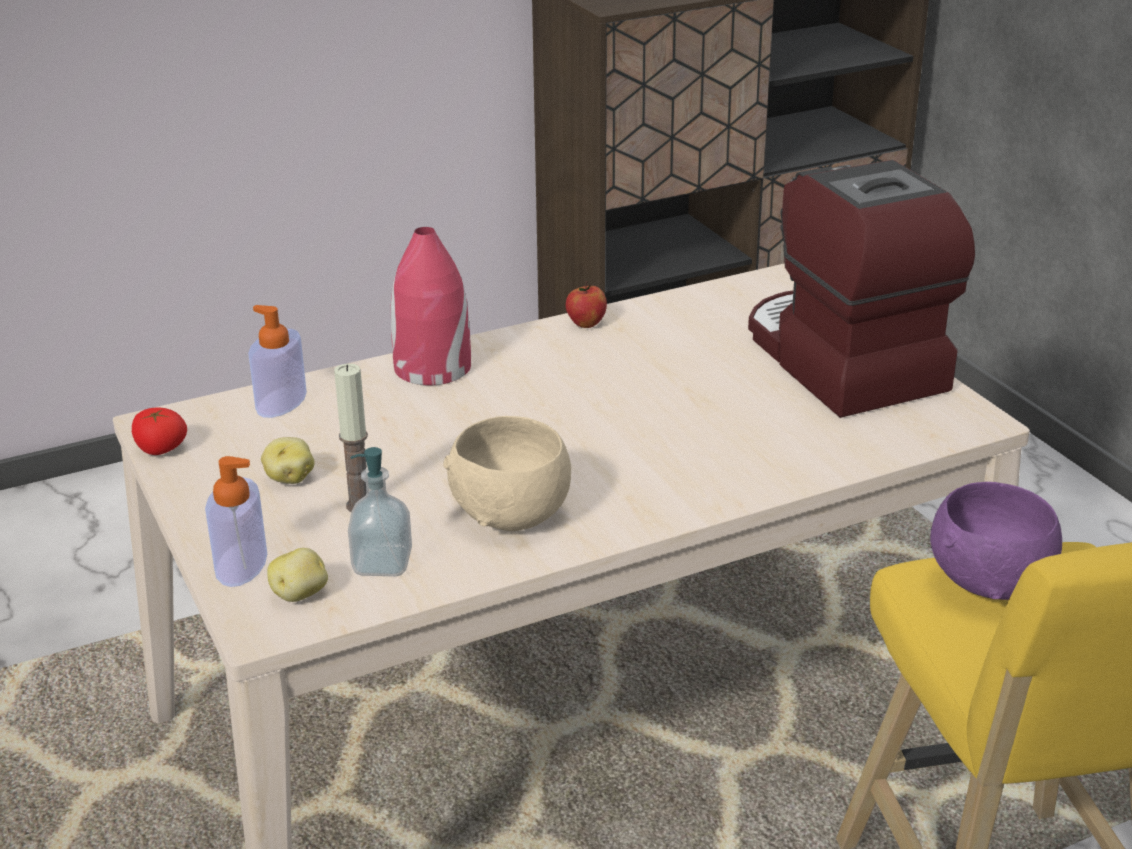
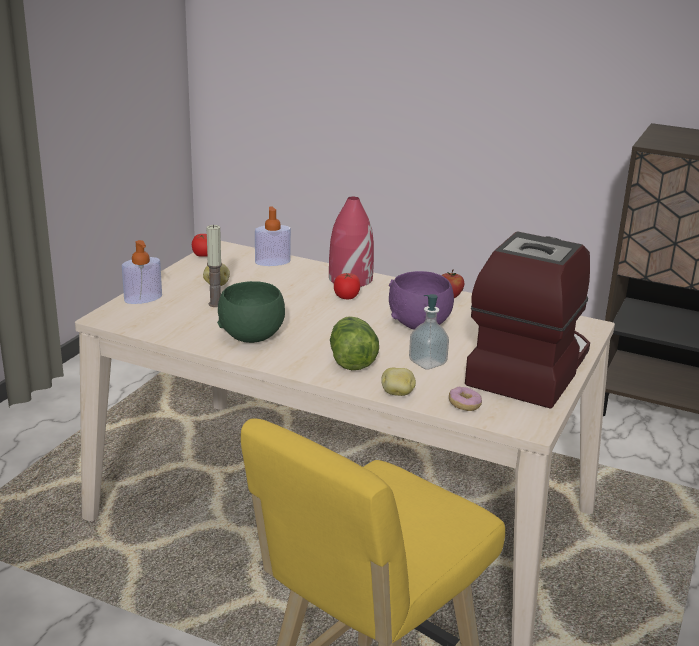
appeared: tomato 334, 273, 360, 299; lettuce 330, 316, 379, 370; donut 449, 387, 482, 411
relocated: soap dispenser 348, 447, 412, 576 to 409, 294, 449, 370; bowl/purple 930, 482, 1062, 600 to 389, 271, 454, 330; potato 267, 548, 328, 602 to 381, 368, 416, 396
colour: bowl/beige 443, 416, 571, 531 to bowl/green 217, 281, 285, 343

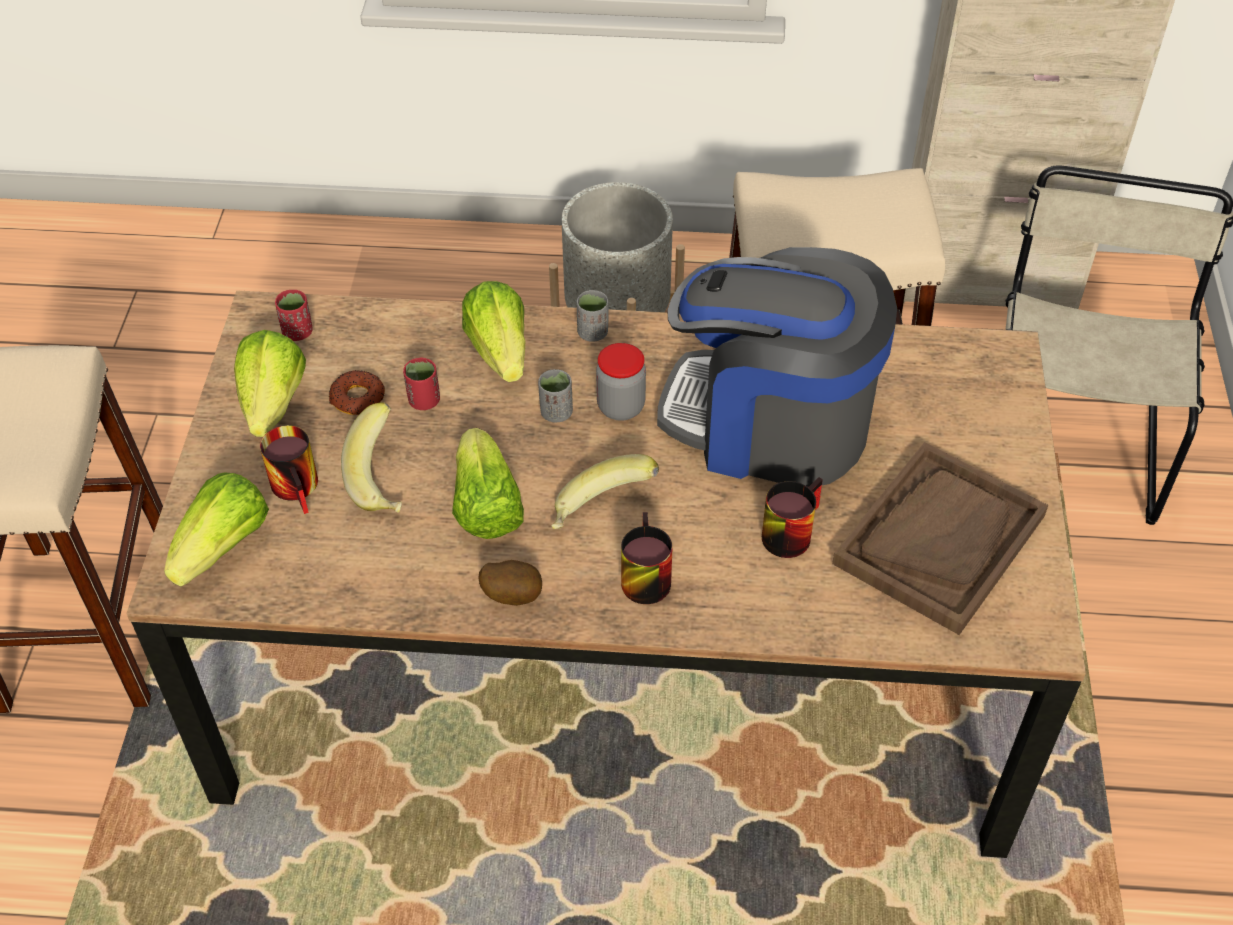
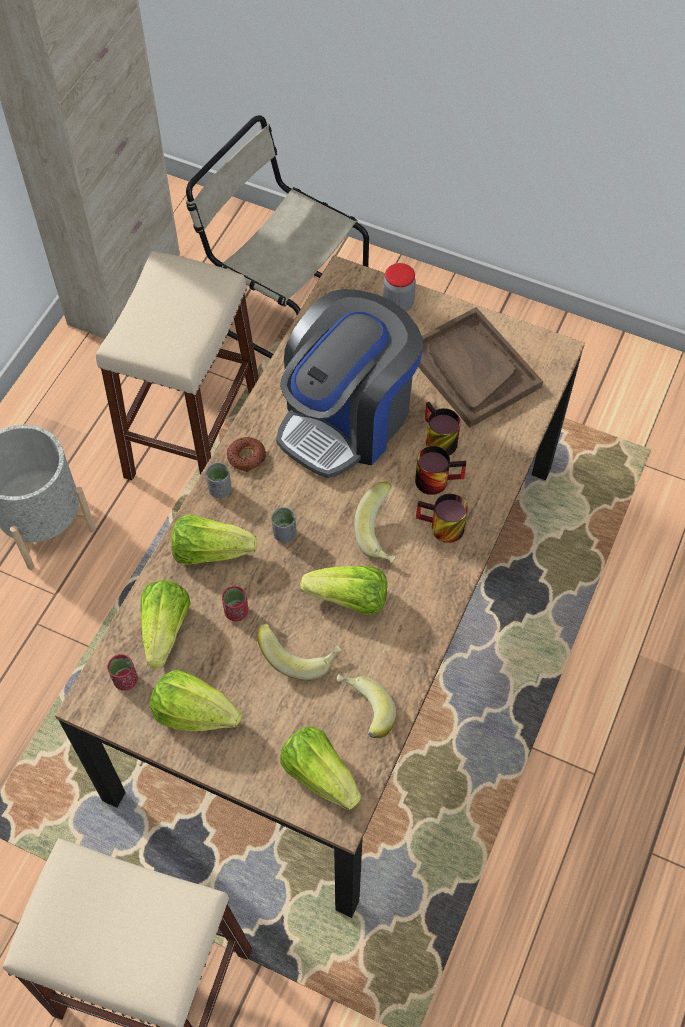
missing: potato 478, 560, 542, 606
appeared: lettuce 141, 580, 191, 668; banana 337, 674, 396, 738
relocated: jar 596, 343, 646, 421 to 383, 263, 416, 311; donut 329, 370, 385, 415 to 227, 437, 266, 472; mug 260, 425, 318, 514 to 415, 446, 466, 495

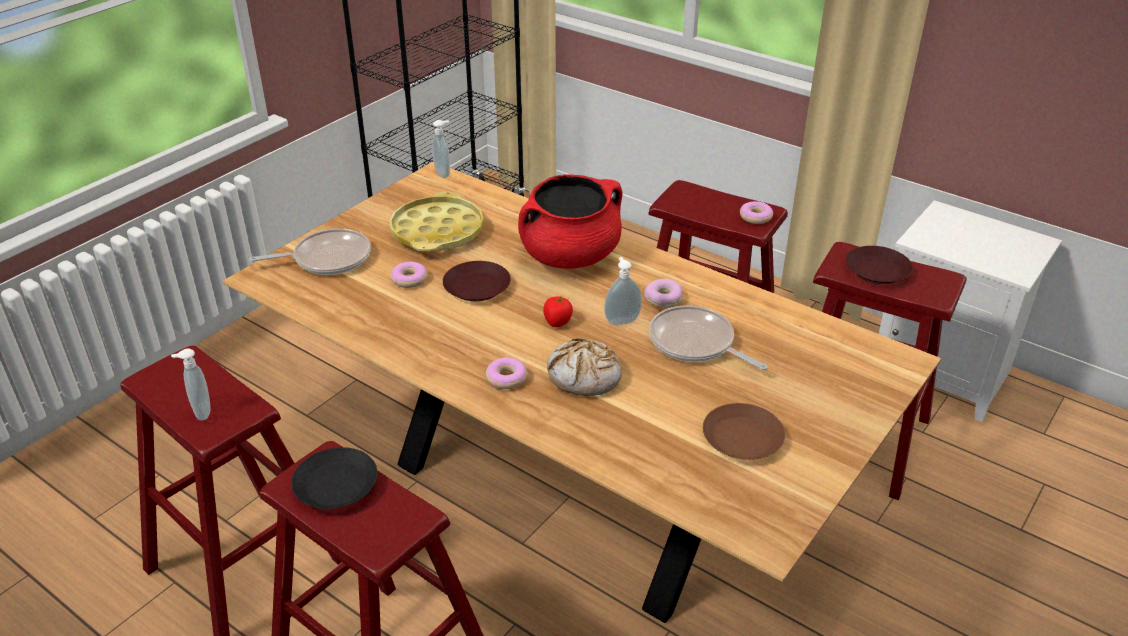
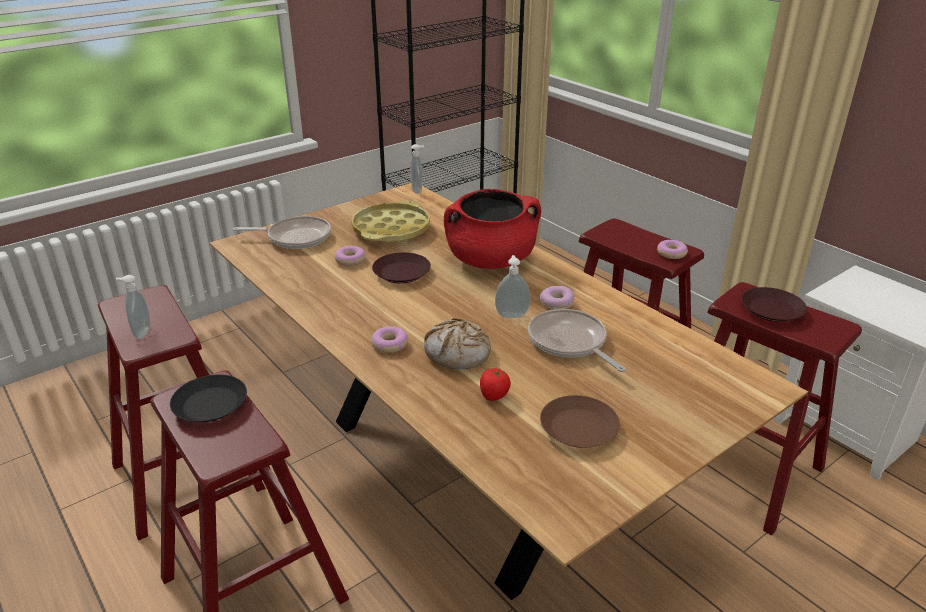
relocated: tomato 543, 295, 573, 327 to 480, 368, 511, 401

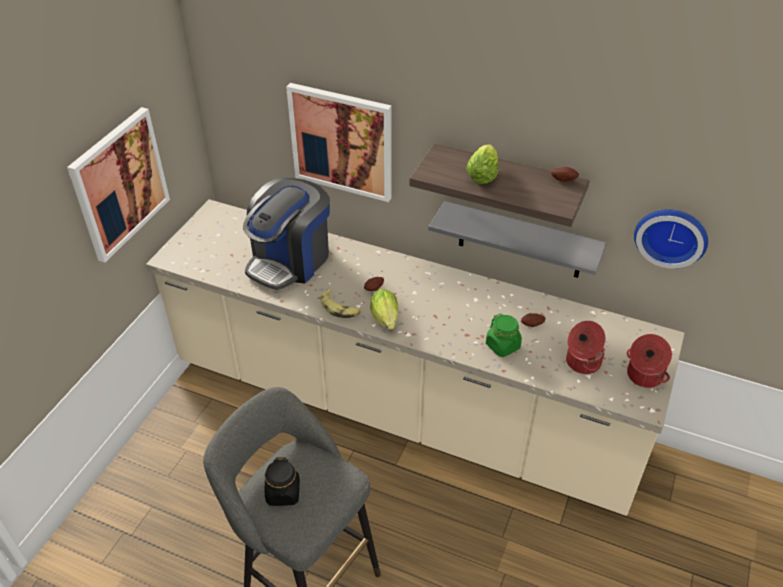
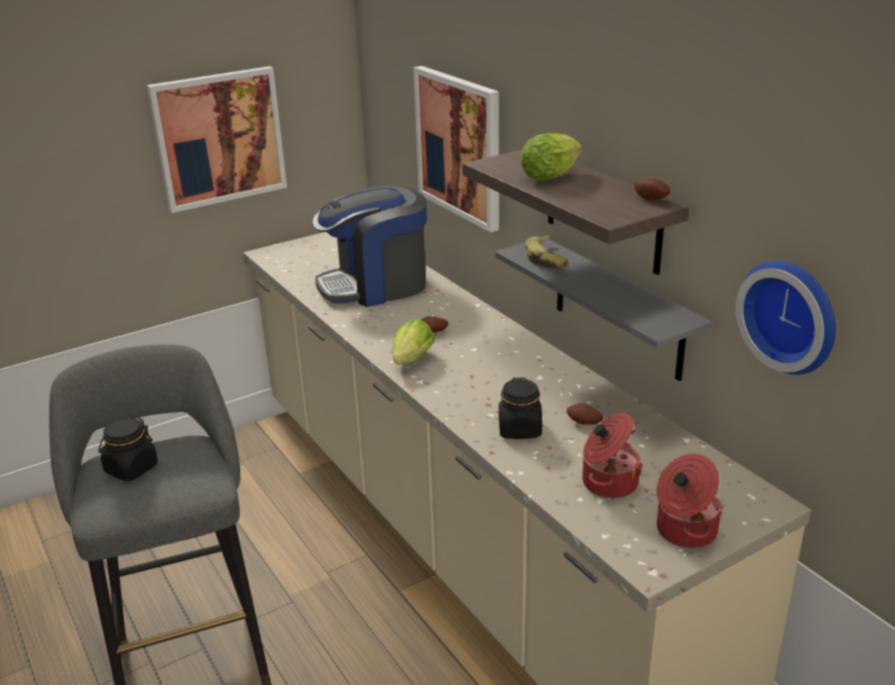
relocated: banana 320, 288, 361, 318 to 525, 235, 569, 268
colour: jar/green 486, 314, 522, 357 to jar/black 499, 378, 542, 439

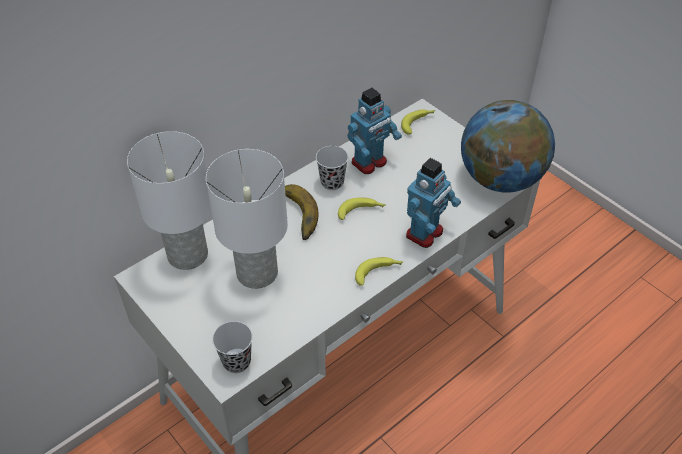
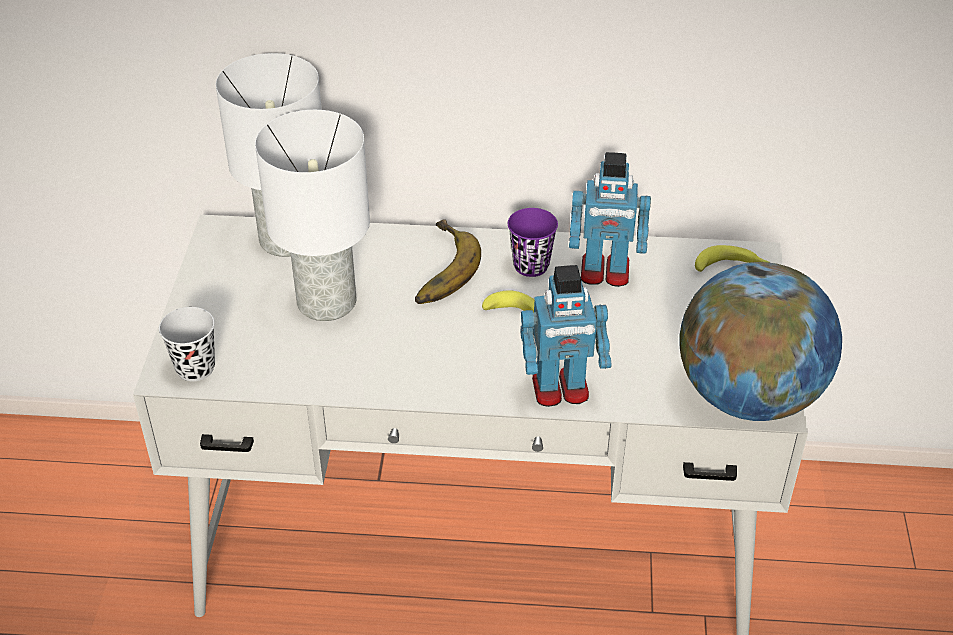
missing: banana 355, 257, 404, 286
colour: cup/black 316, 146, 348, 190 to cup/purple 508, 208, 558, 277

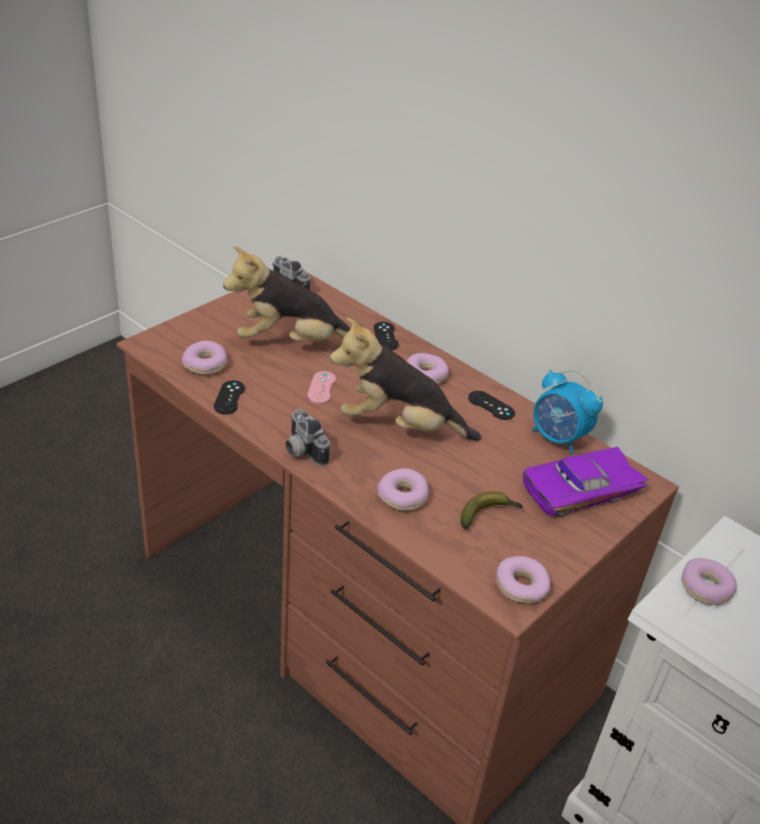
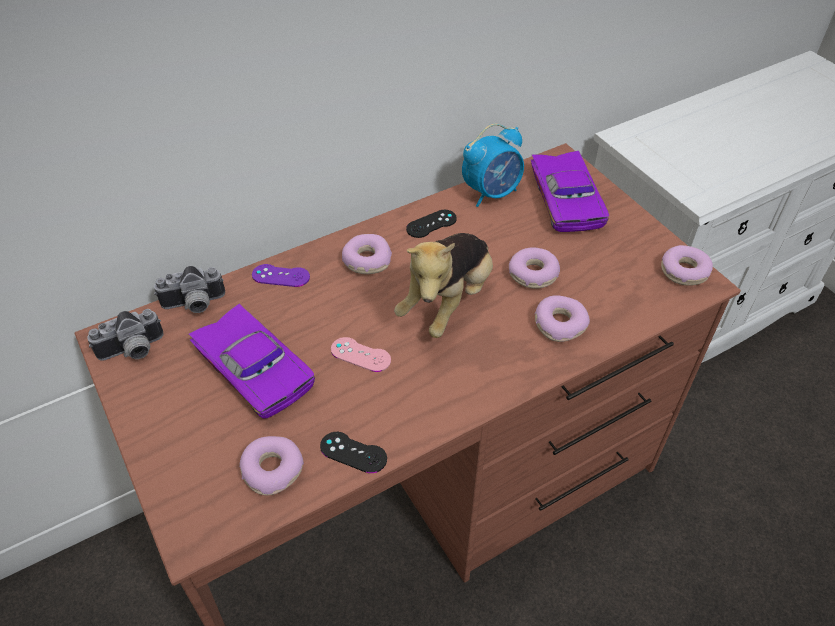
missing: banana 460, 491, 523, 529
relocated: photo camera 285, 409, 330, 466 to 154, 266, 225, 313; donut 681, 558, 737, 605 to 509, 247, 560, 289
exchanged: plush toy 223, 246, 350, 341 to toy car/purple 188, 304, 315, 419
colour: game controller/black 374, 322, 399, 350 to game controller/purple 252, 264, 310, 287

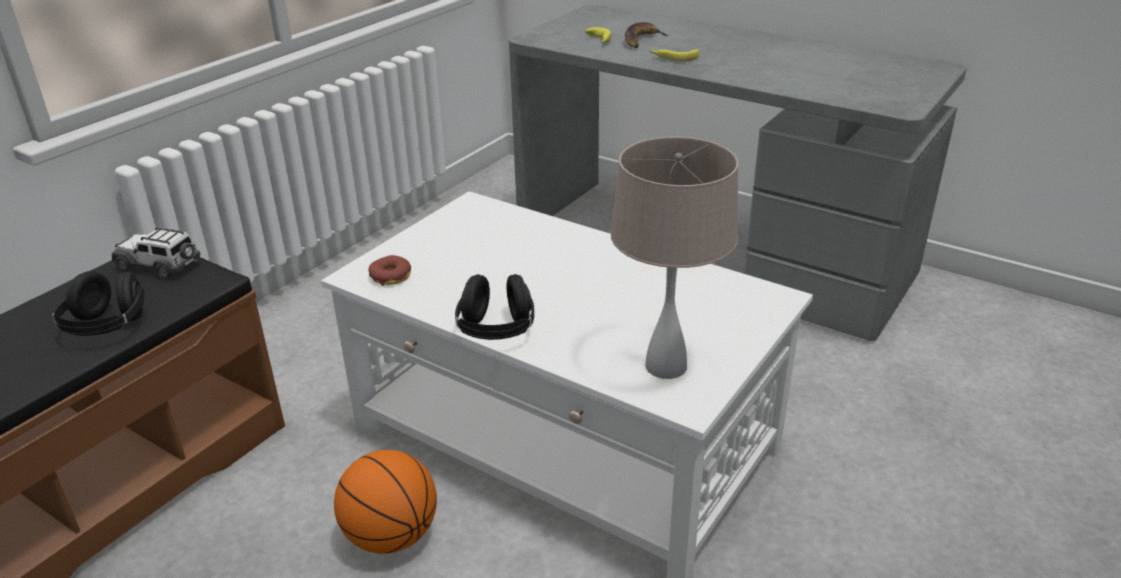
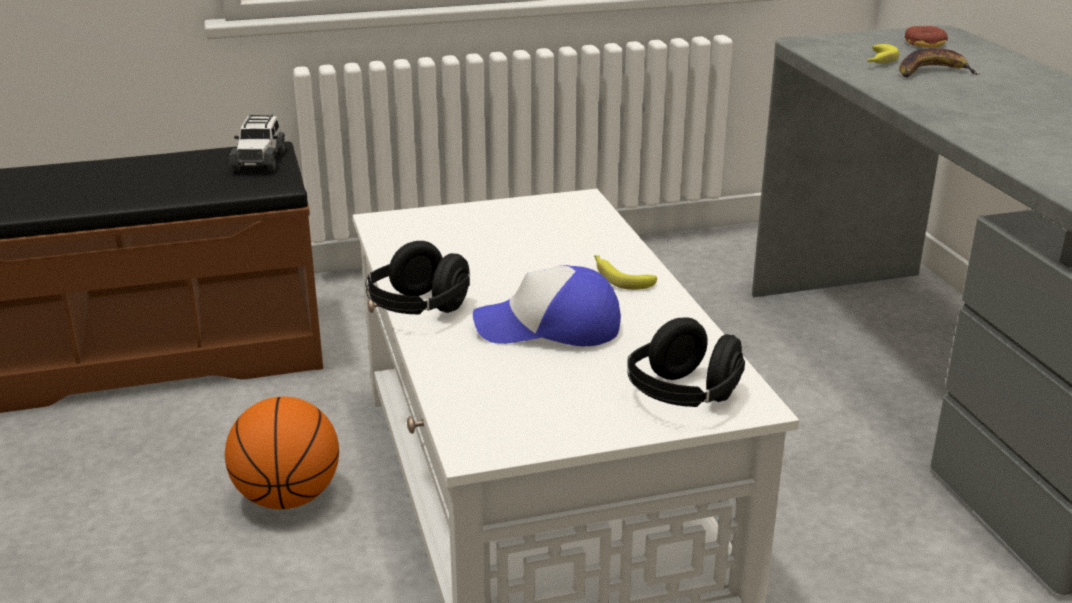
missing: table lamp/beige 611, 137, 739, 379
appeared: cap 473, 265, 621, 346
relocated: banana 649, 49, 699, 62 to 594, 255, 657, 290; donut 369, 255, 411, 286 to 905, 26, 948, 48; headphones/black 52, 271, 145, 336 to 627, 317, 745, 407
spun: toy car 112, 227, 201, 279 = 229, 114, 285, 171 150 degrees counterclockwise

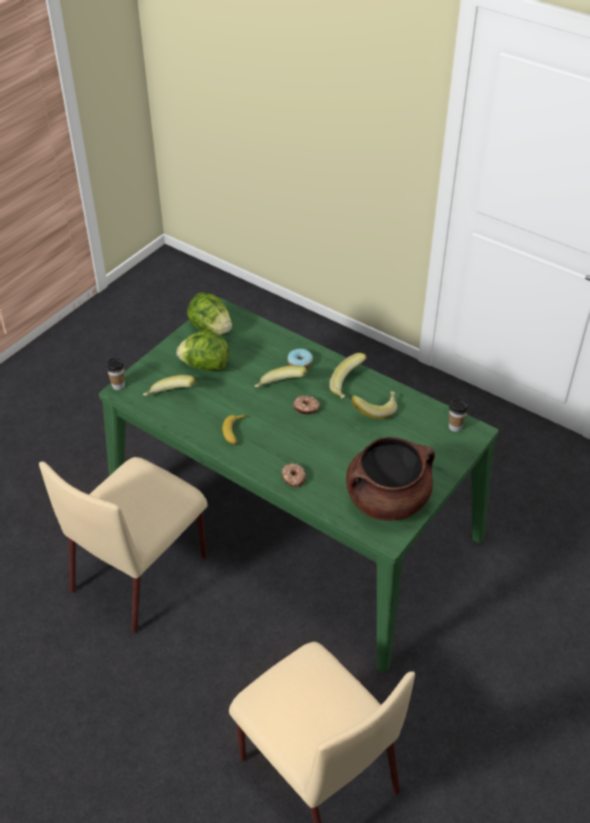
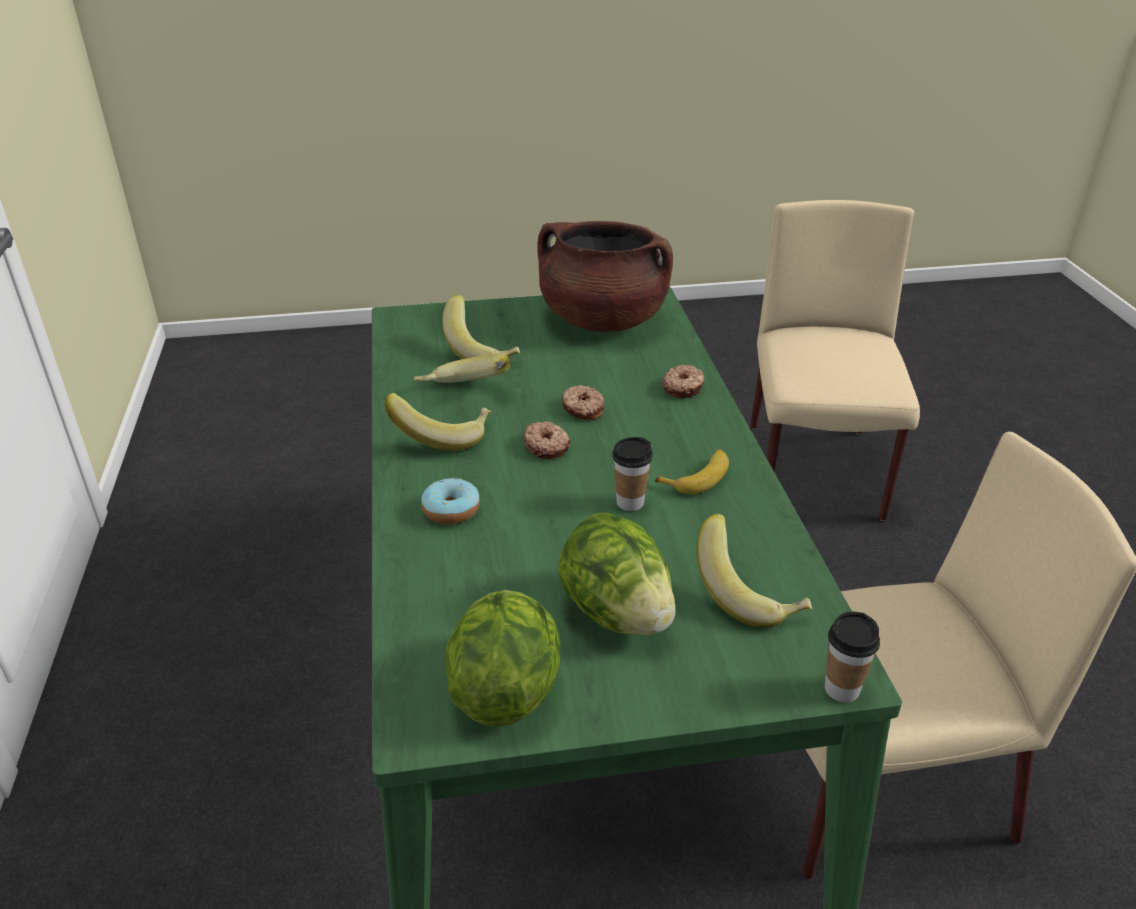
appeared: donut 562, 385, 604, 420
relocated: banana 255, 365, 308, 387 to 442, 295, 520, 359; cup 449, 399, 468, 432 to 612, 437, 653, 511

